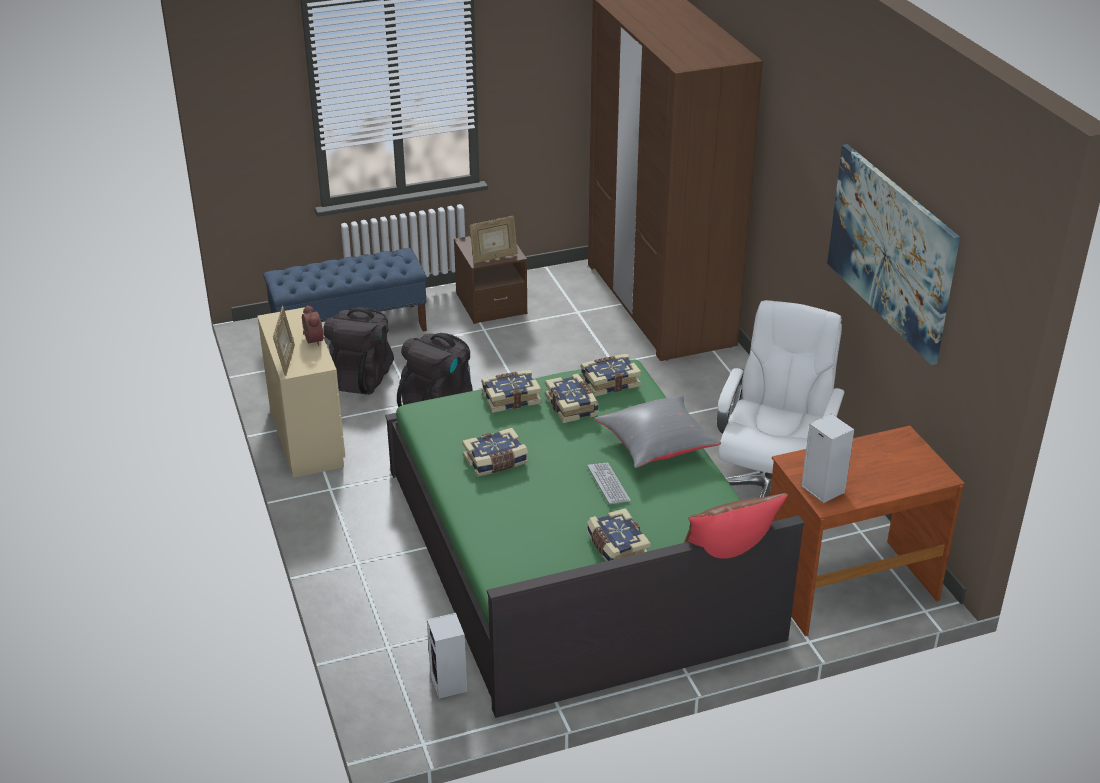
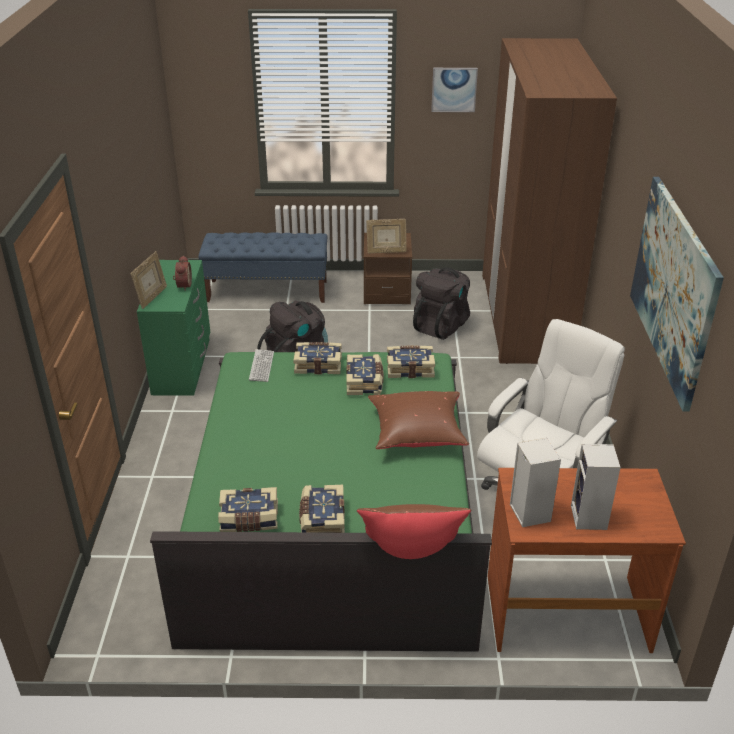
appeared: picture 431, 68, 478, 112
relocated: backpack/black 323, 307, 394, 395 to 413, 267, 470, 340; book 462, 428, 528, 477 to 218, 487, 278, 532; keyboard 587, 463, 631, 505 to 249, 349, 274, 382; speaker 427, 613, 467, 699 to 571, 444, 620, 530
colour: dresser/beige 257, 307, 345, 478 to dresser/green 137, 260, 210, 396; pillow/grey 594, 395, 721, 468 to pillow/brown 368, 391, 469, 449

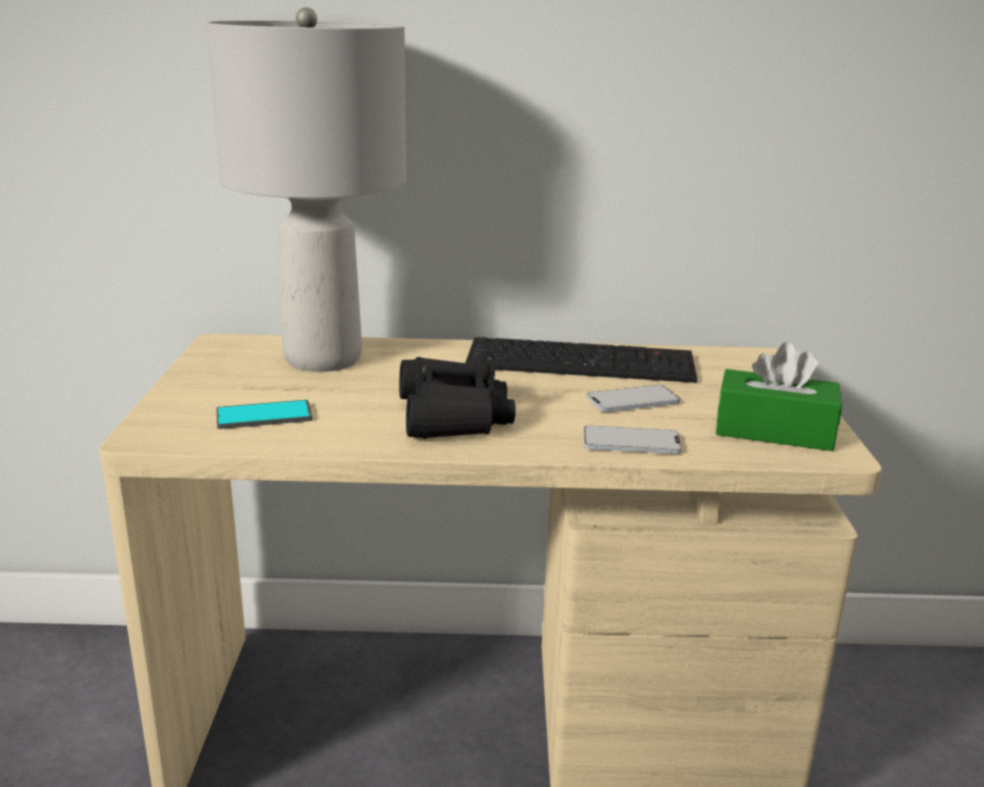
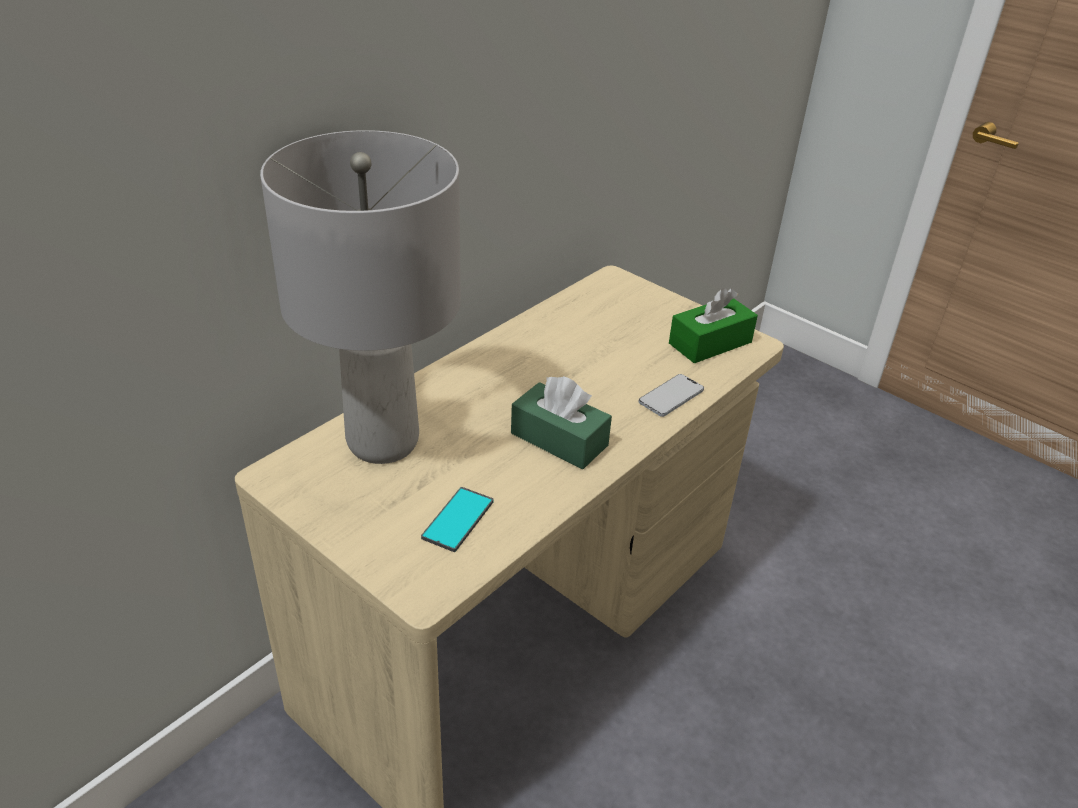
missing: keyboard 465, 337, 697, 383; phone 587, 385, 680, 412
exchanged: binoculars/black 399, 357, 516, 439 to tissue box/green 511, 376, 612, 469

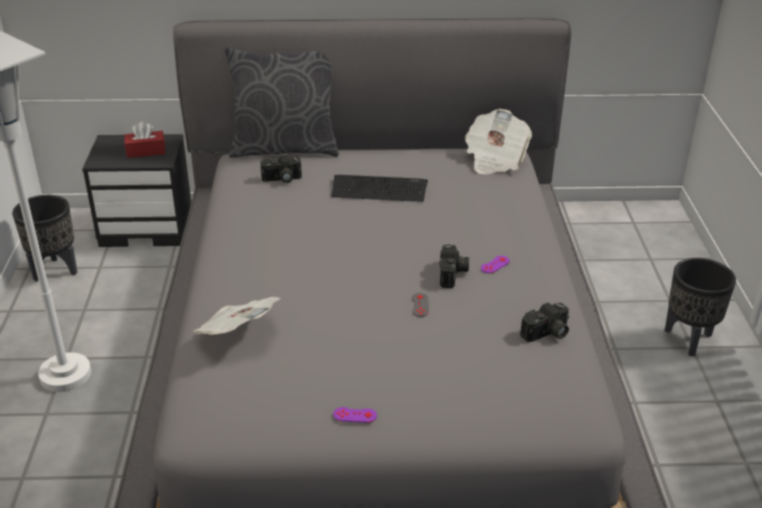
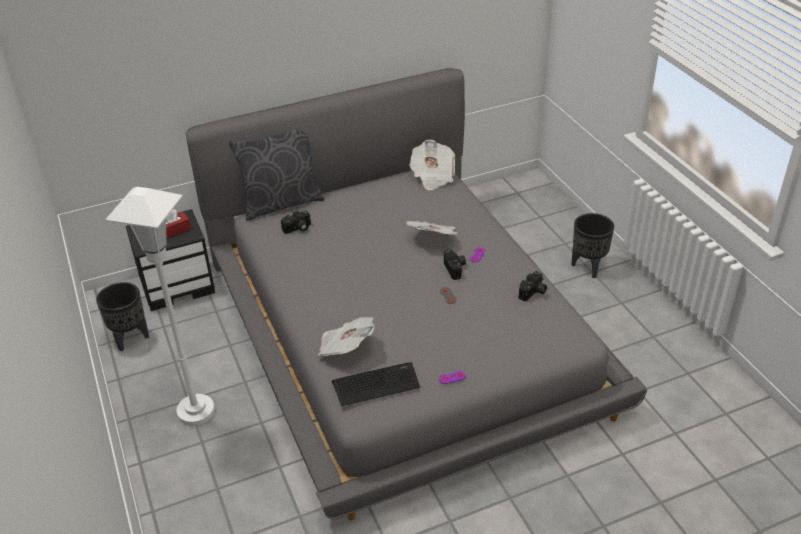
appeared: newspaper 406, 221, 457, 235
relocated: keyboard 331, 175, 428, 202 to 332, 362, 420, 406

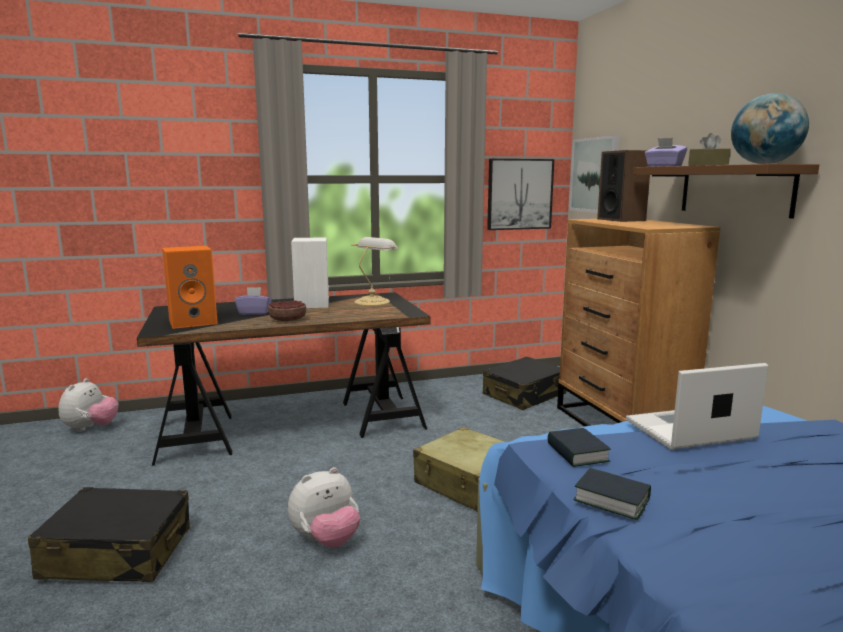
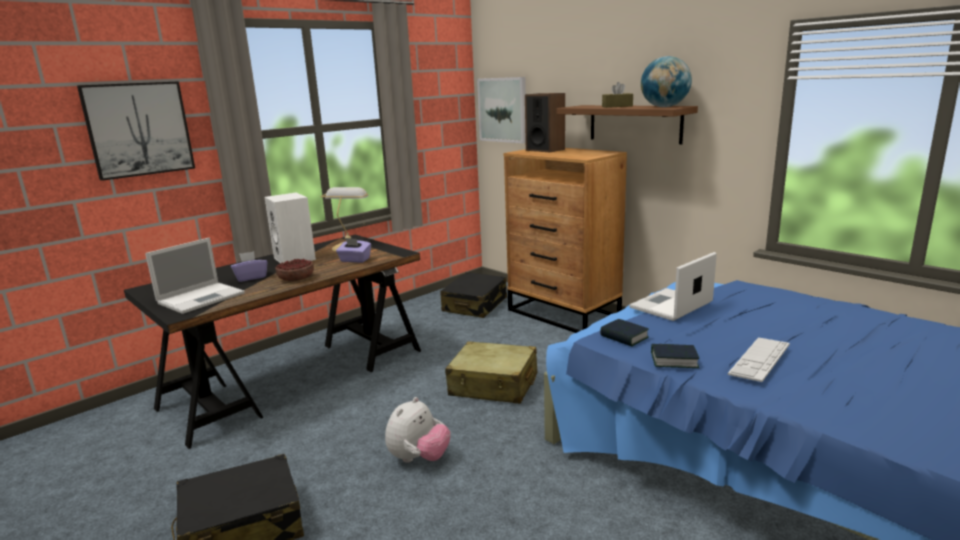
missing: plush toy 58, 378, 119, 432
appeared: keyboard 728, 338, 790, 382
relocated: tissue box/purple 645, 138, 687, 167 to 336, 238, 371, 263; picture 487, 159, 554, 230 to 77, 81, 195, 181
exchanged: speaker/orange 162, 246, 218, 329 to laptop 145, 237, 245, 314

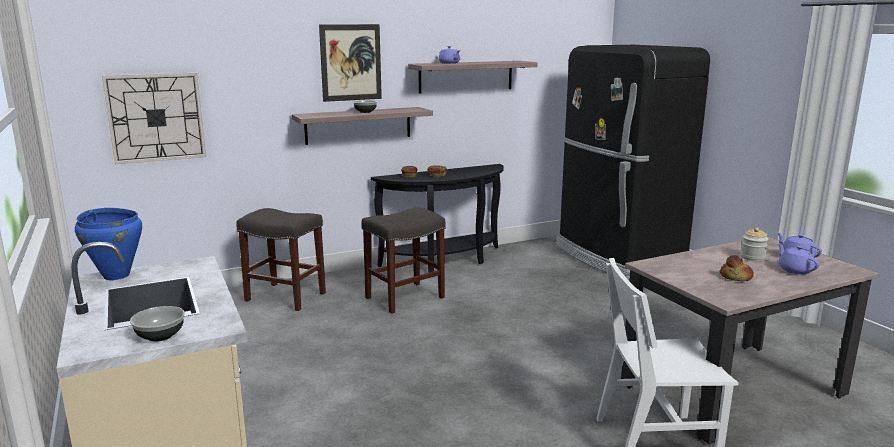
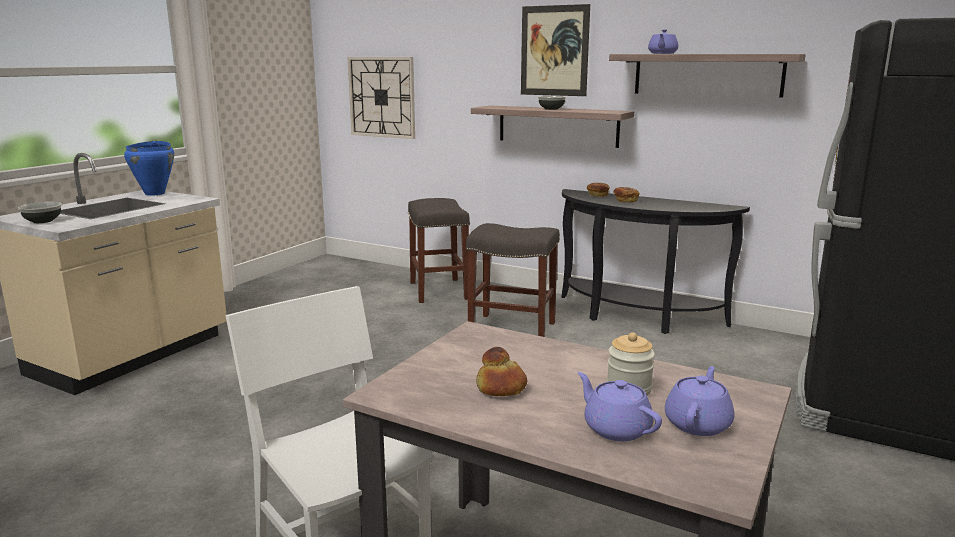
spun: teapot/purple 777, 243, 819, 274 = 578, 372, 662, 441 75 degrees counterclockwise

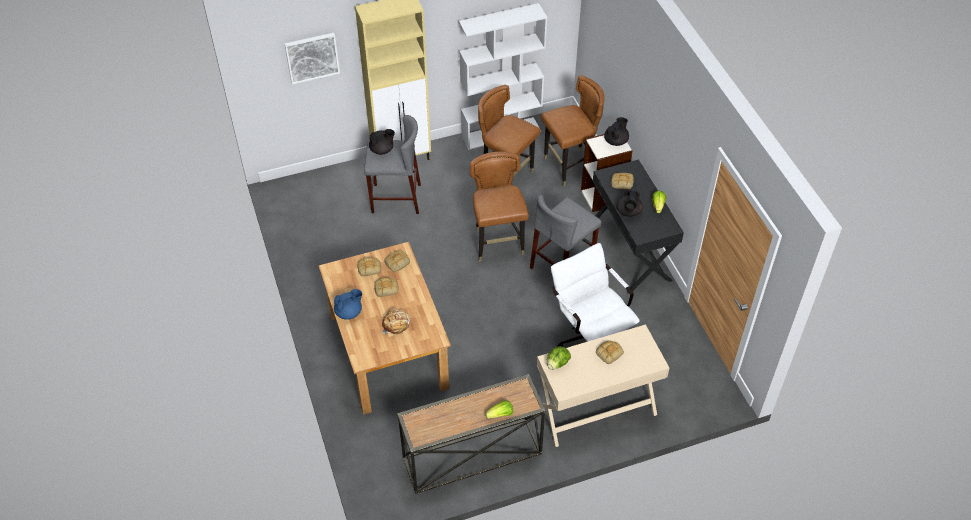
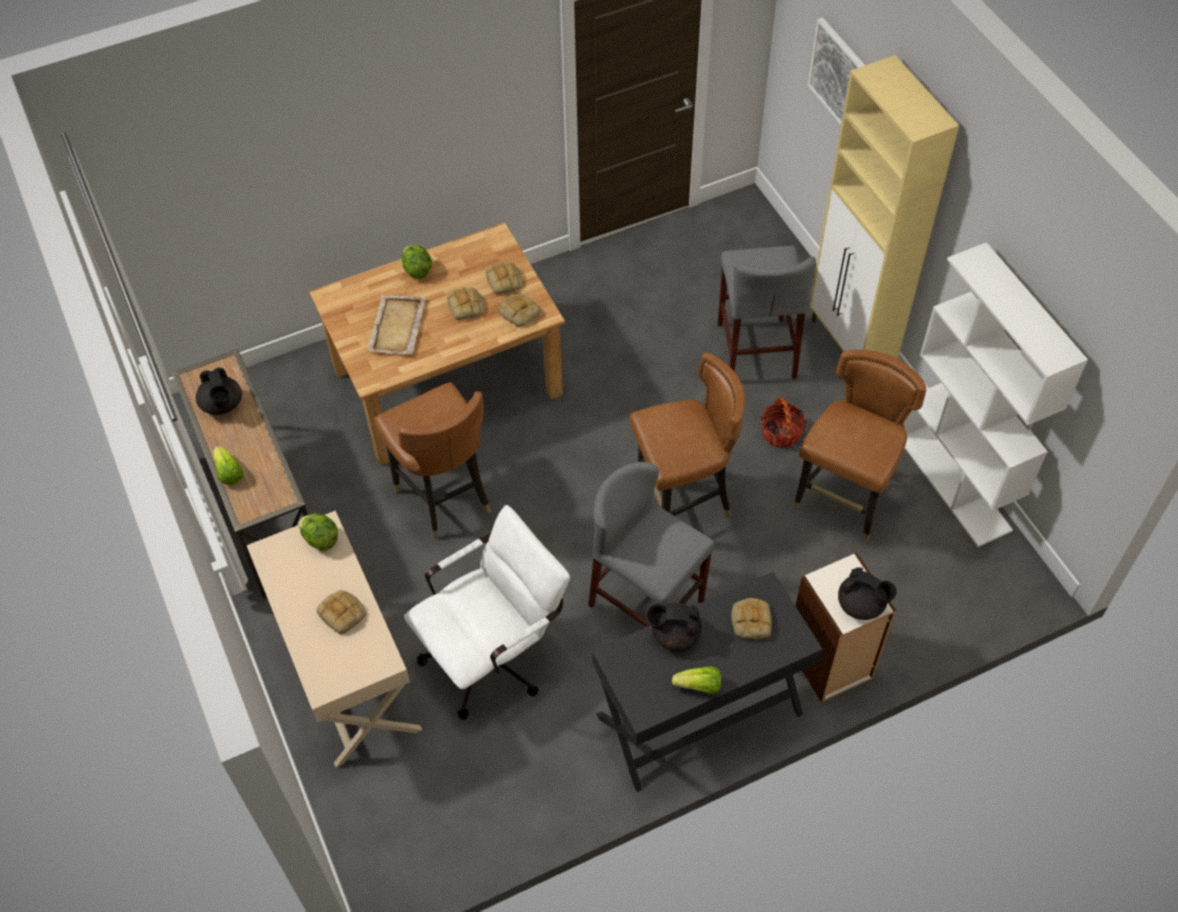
appeared: basket 760, 397, 807, 448
relocated: chair/brown 541, 75, 605, 187 to 374, 382, 491, 539; teapot/black 369, 129, 395, 155 to 196, 368, 242, 415
exchanged: teapot/blue 334, 289, 362, 320 to lettuce 402, 245, 432, 279; bread 382, 308, 411, 334 to tray/beige 367, 295, 426, 355

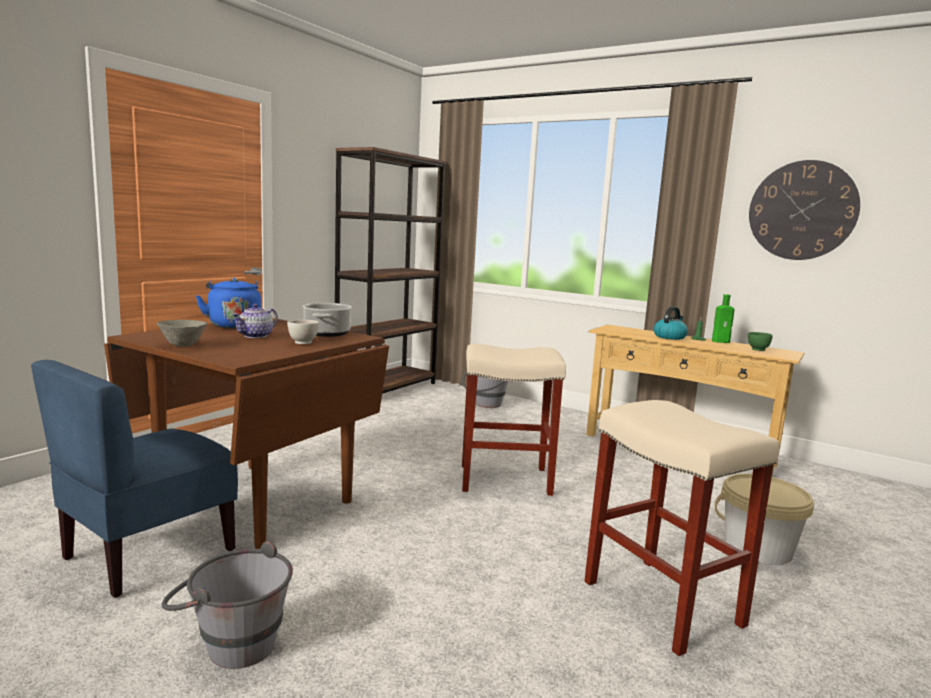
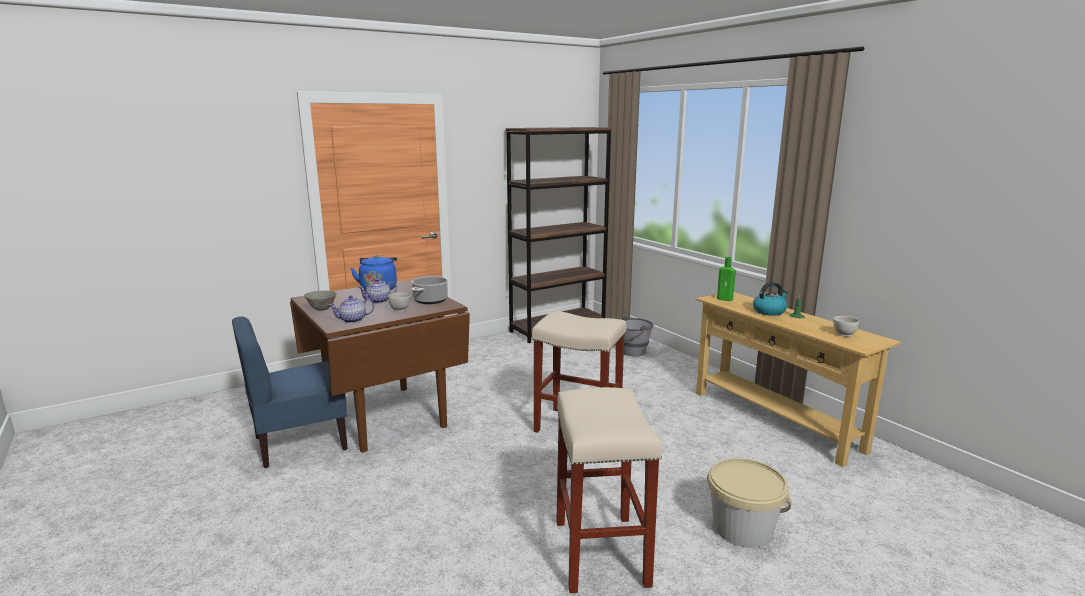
missing: wall clock 749, 160, 860, 260; bucket/grey 162, 541, 293, 669
appeared: teapot 329, 295, 374, 323
relocated: bottle/green 712, 294, 734, 343 to 717, 257, 736, 301
colour: bowl/green 748, 332, 773, 351 to bowl/white 833, 316, 859, 337

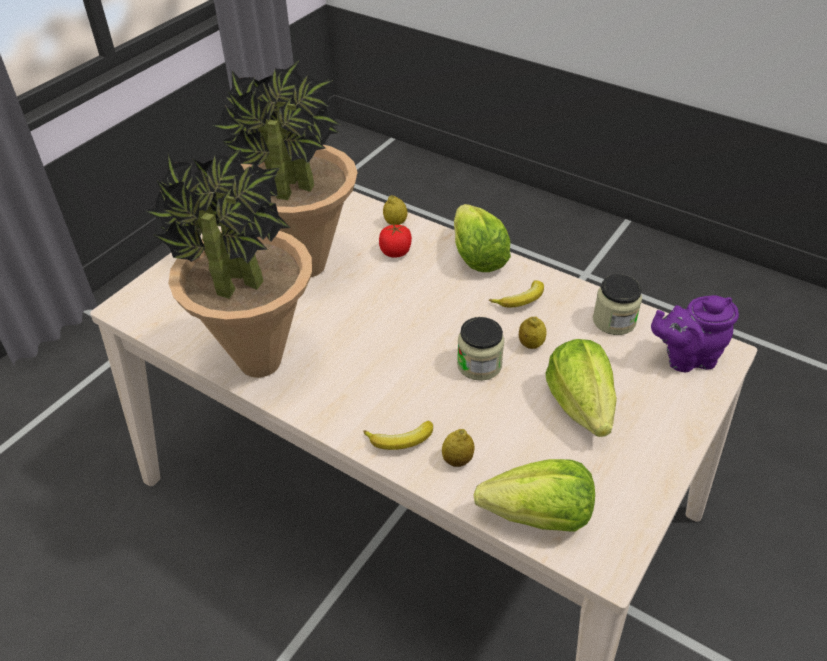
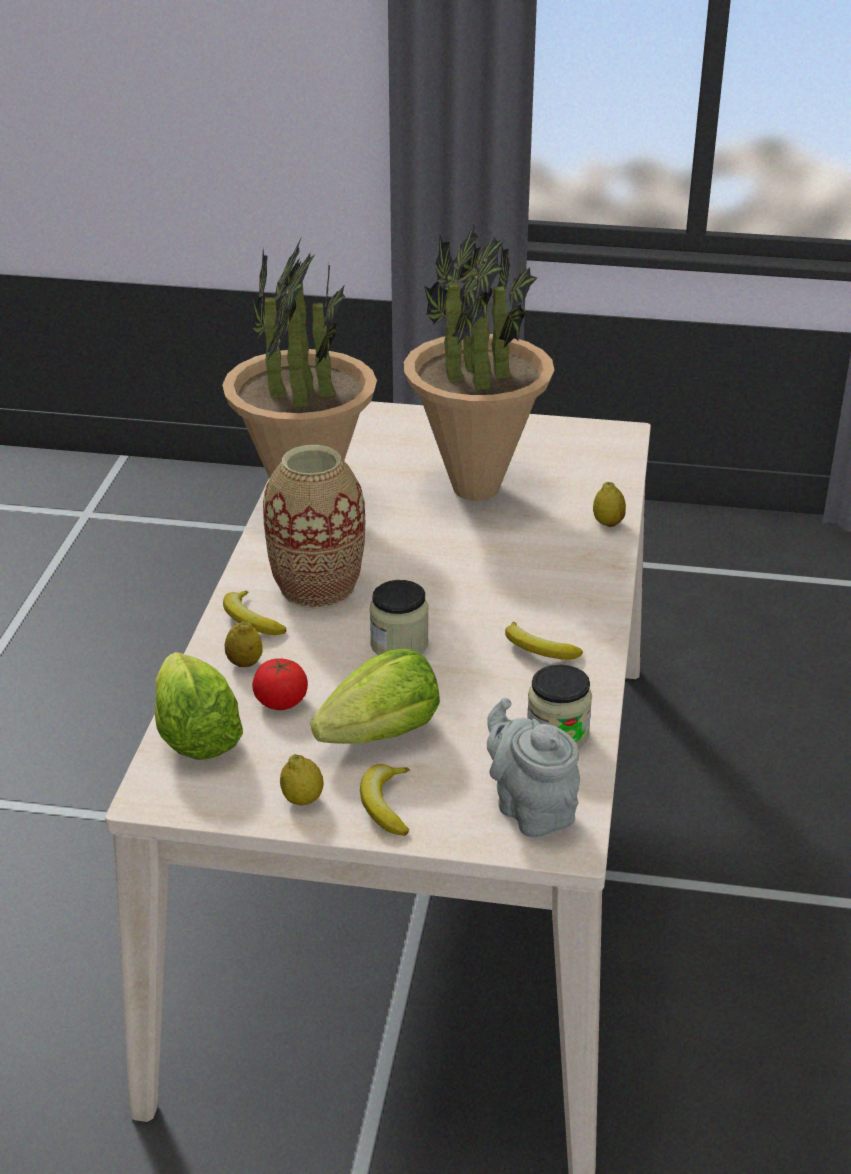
missing: lettuce 454, 204, 511, 272
appeared: vase 263, 445, 365, 609; banana 360, 764, 410, 836
relocated: tomato 379, 225, 412, 257 to 252, 658, 308, 710; lemon 519, 317, 547, 349 to 280, 754, 324, 805
colour: teapot/purple 651, 295, 739, 372 to teapot/grey 487, 698, 580, 837

